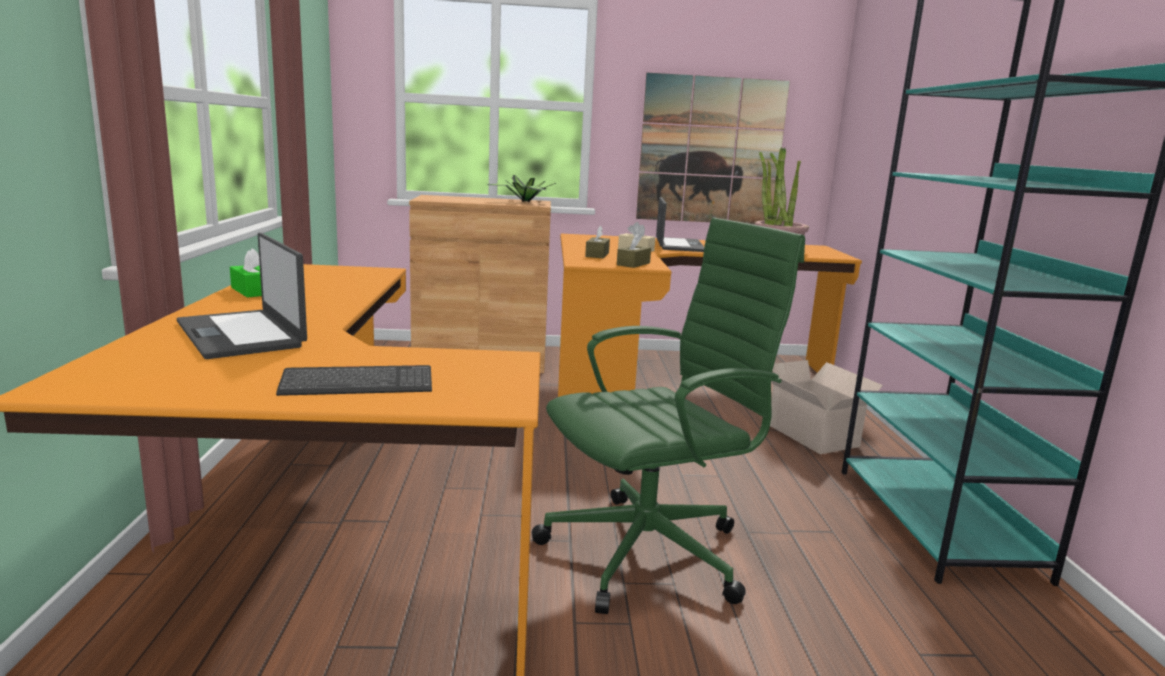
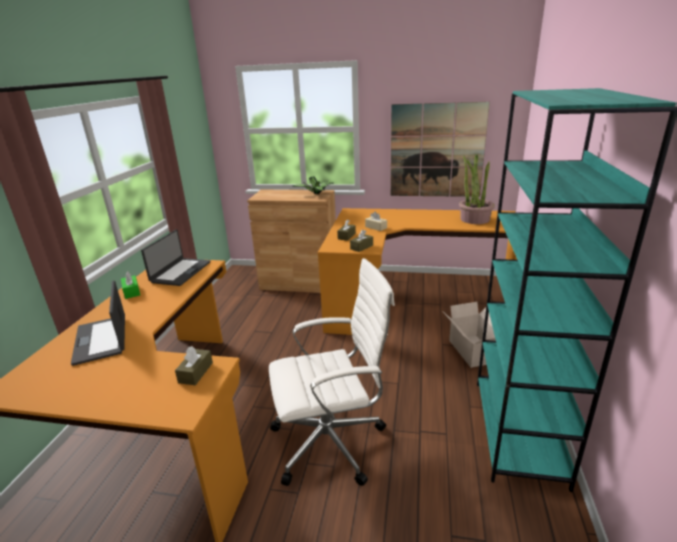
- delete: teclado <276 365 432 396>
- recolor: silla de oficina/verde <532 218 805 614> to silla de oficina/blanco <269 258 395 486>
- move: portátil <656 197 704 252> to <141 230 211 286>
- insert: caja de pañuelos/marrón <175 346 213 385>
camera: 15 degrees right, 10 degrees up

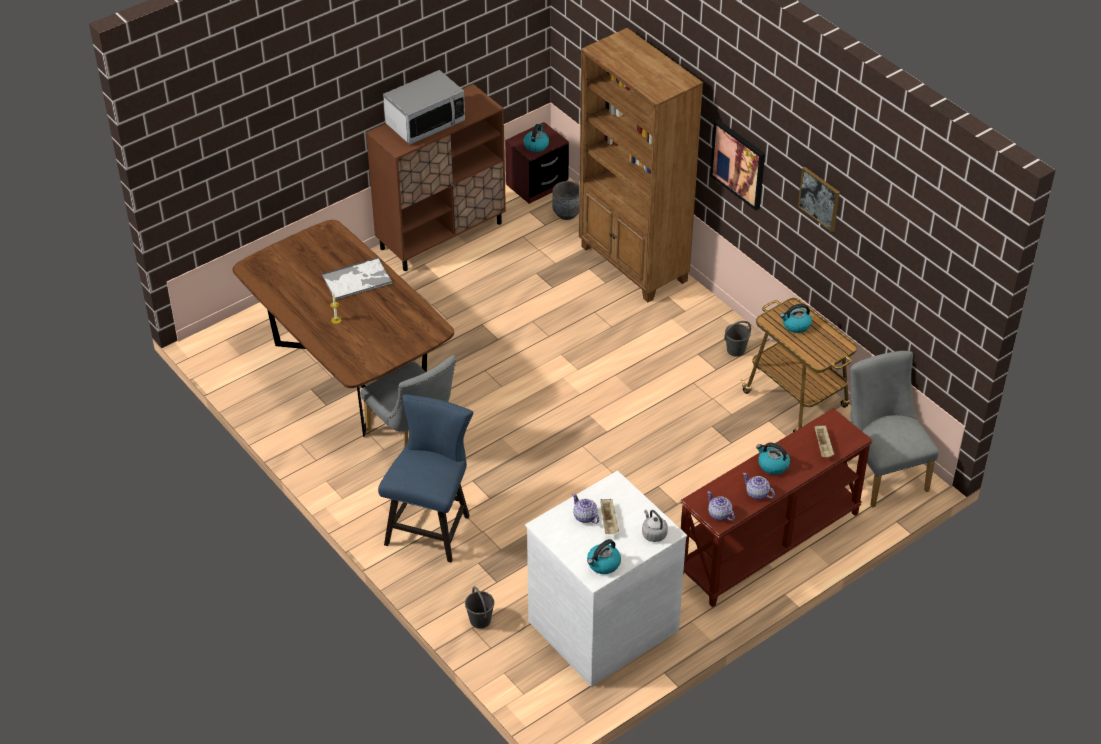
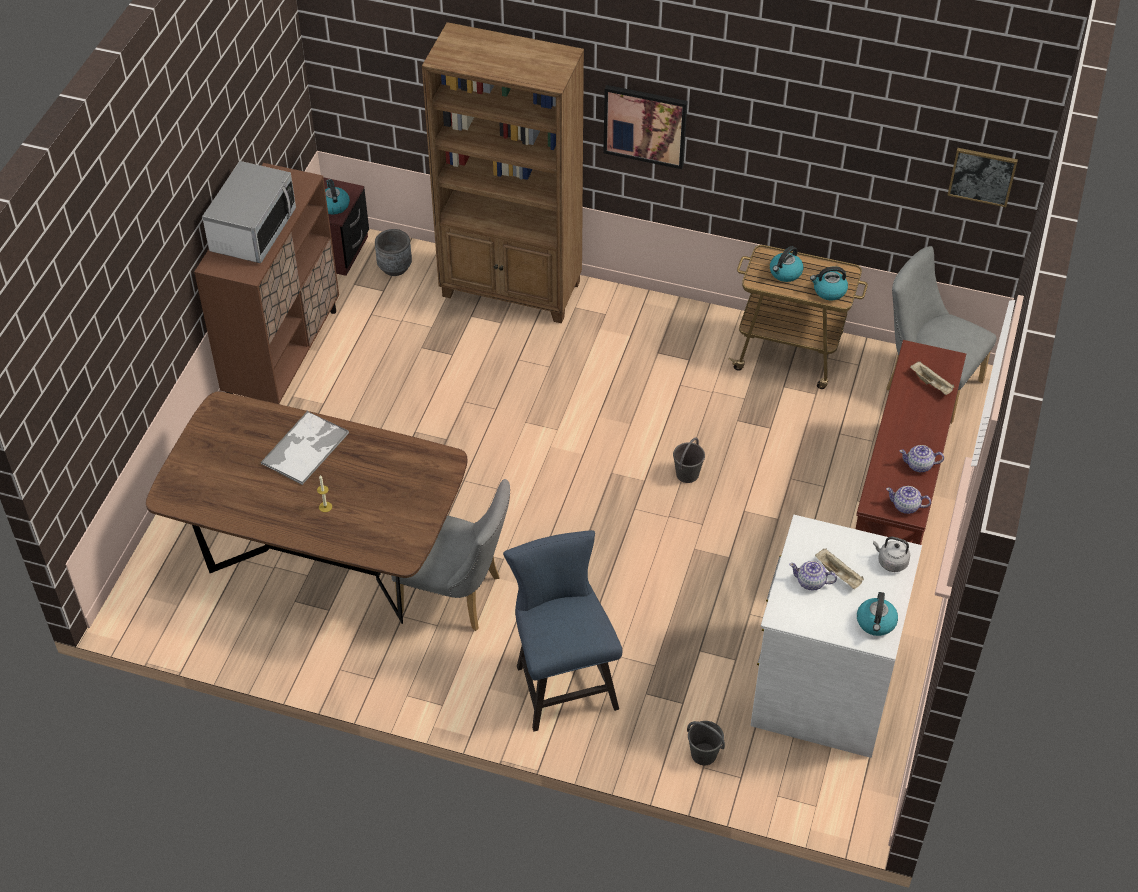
- move: cubo/gris <724 321 751 357> to <673 437 705 483>
- move: hervidor <756 443 790 475> to <810 266 848 301>
- move: cuadro <798 167 840 232> to <947 148 1018 207>
camera: 35 degrees left, 5 degrees up

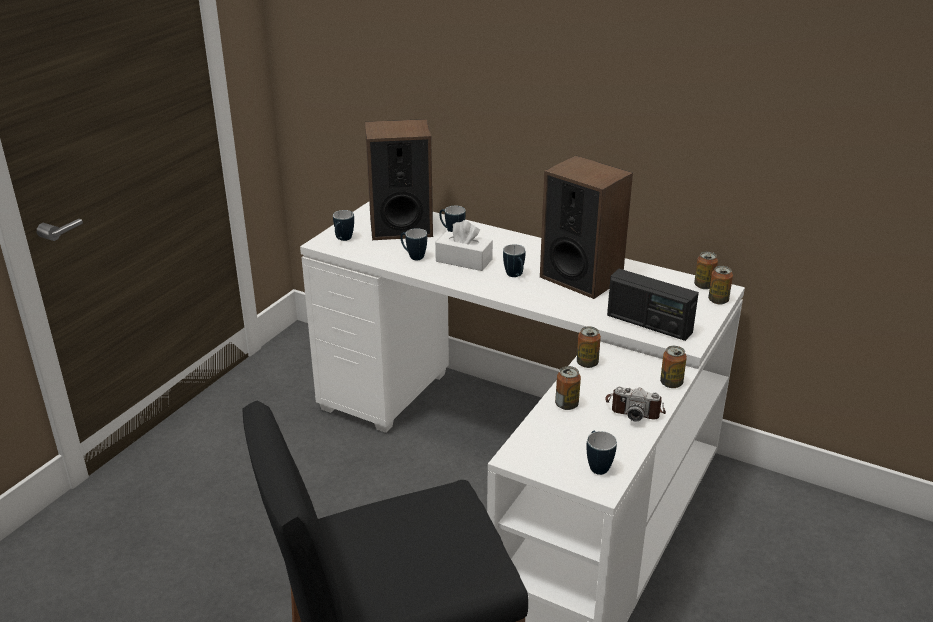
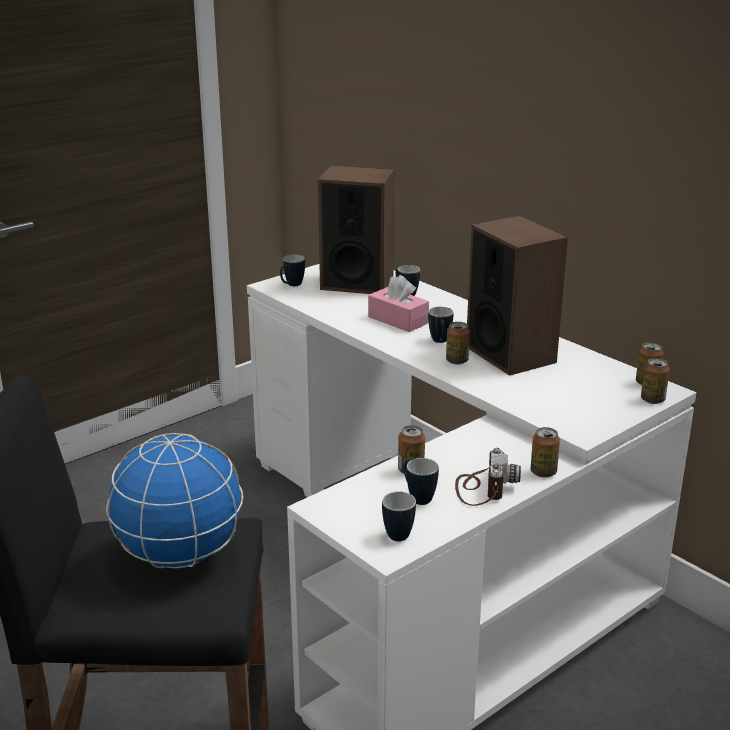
- move: taza grande <400 228 427 260> to <404 458 439 505>
- recolor: caja de pañuelos/blanco <435 220 493 271> to caja de pañuelos/rosa <368 275 429 332>
- move: lata <577 326 601 368> to <446 322 470 365>
- rotate: cámara <605 387 666 421> = <455 448 521 506> 120 degrees counterclockwise
- delete: radio <607 269 699 341>
- insert: globo terráqueo <106 433 243 568>
camera: 20 degrees right, 5 degrees down

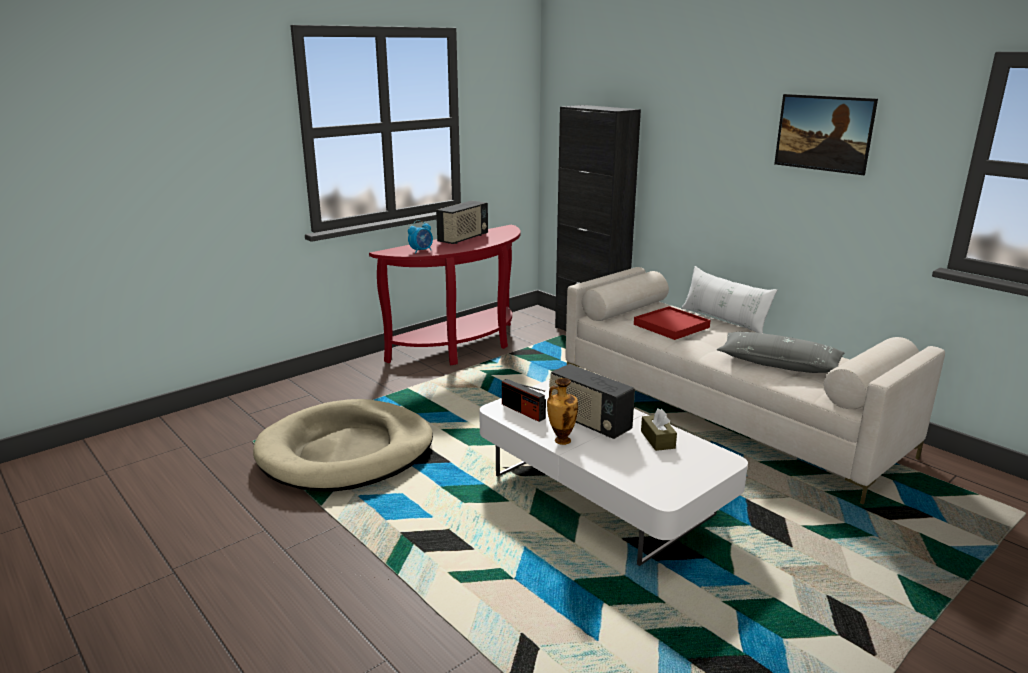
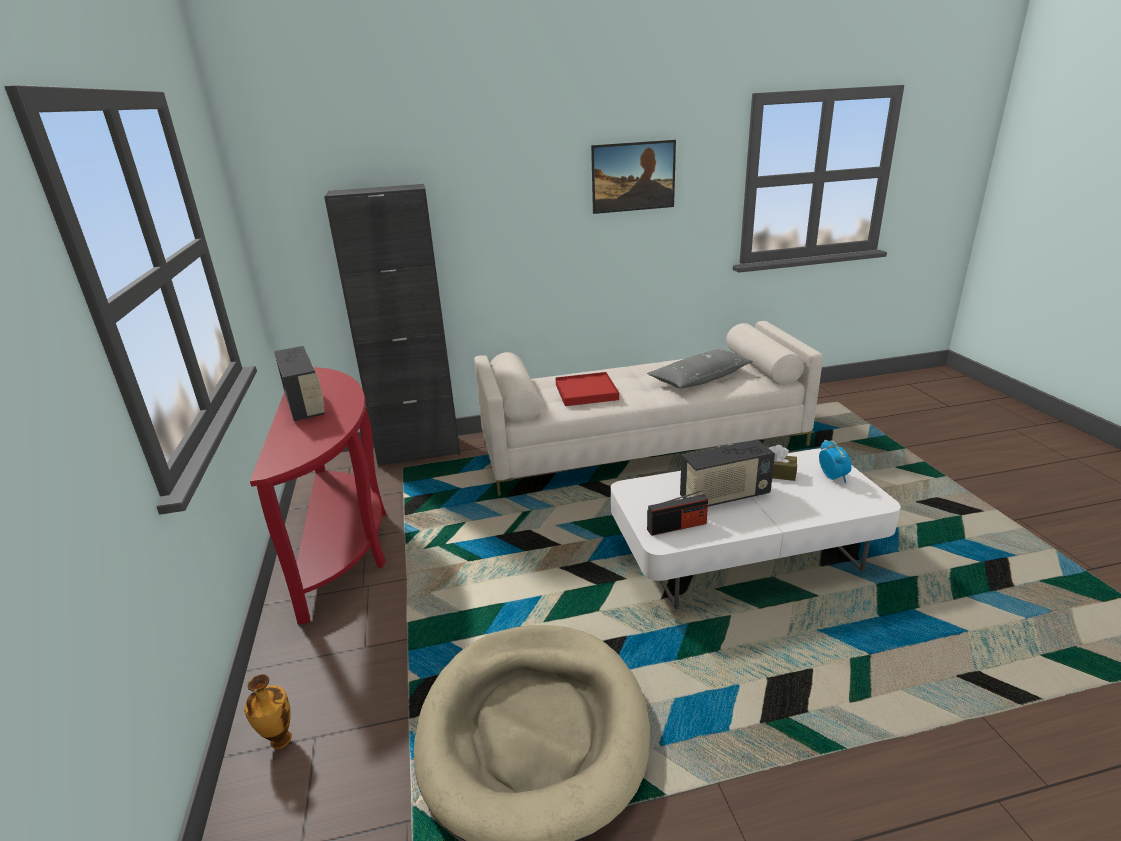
- move: despertador <408 220 433 254> to <819 440 851 483>
- move: florero <547 378 578 445> to <244 674 292 749>
- delete: cojín/blanco <681 266 777 333>
camera: 60 degrees left, 5 degrees up

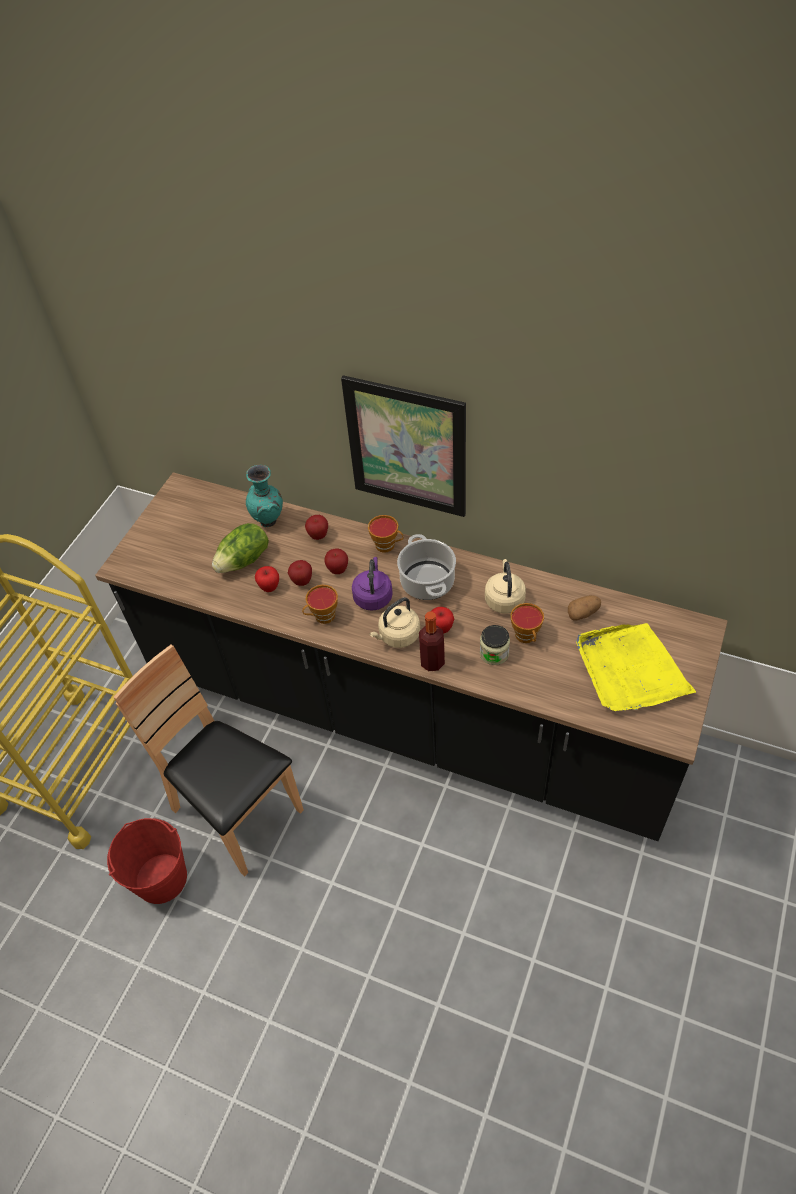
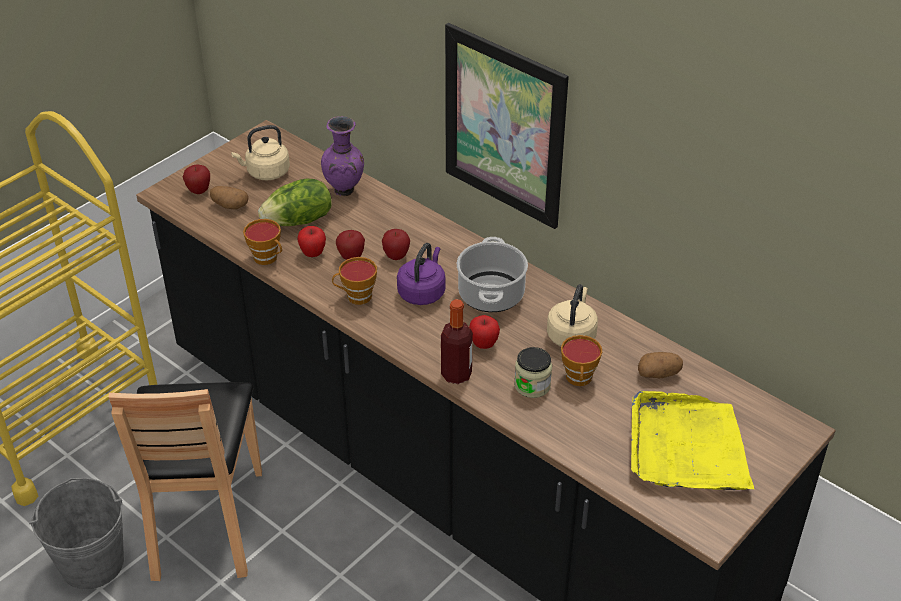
- recolor: cubo/rojo <107 818 187 904> to cubo/gris <29 478 124 589>
- rotate: silla/marrón <113 645 304 876> = <108 382 262 581> 150 degrees counterclockwise
- recolor: florero/turquesa <246 465 283 527> to florero/morado <321 116 364 196>
- move: manzana <305 515 328 540> to <183 165 210 194>
- move: taza <368 515 404 553> to <243 219 282 265>
- move: hervidor/beis <369 597 420 648> to <231 125 290 181>
- insert: patata <210 186 249 209>
camera: 15 degrees right, 10 degrees down

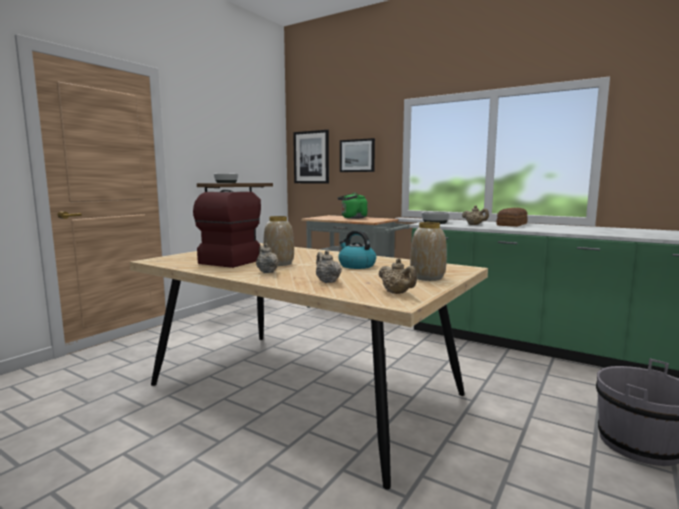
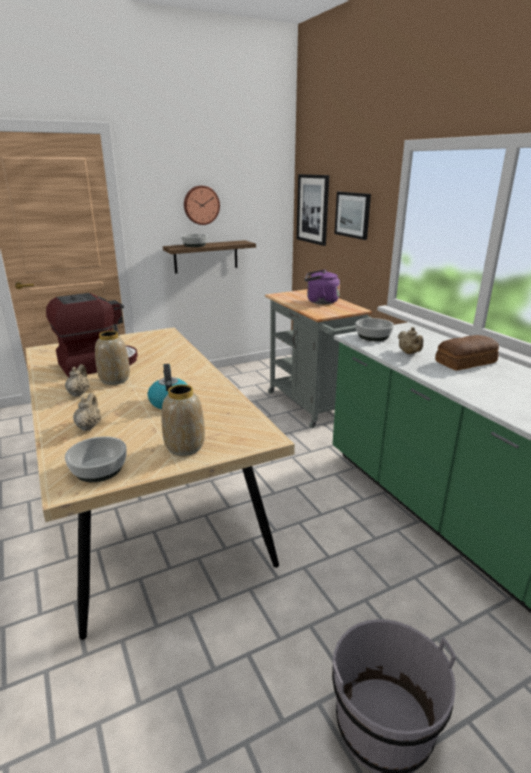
- recolor: hervidor/verde <338 193 367 219> to hervidor/morado <304 270 340 304>
- replace: tetera/beis <379 258 417 294> to cuenco <65 436 127 482>
- insert: reloj de pared <184 186 220 225>
camera: 30 degrees right, 15 degrees up

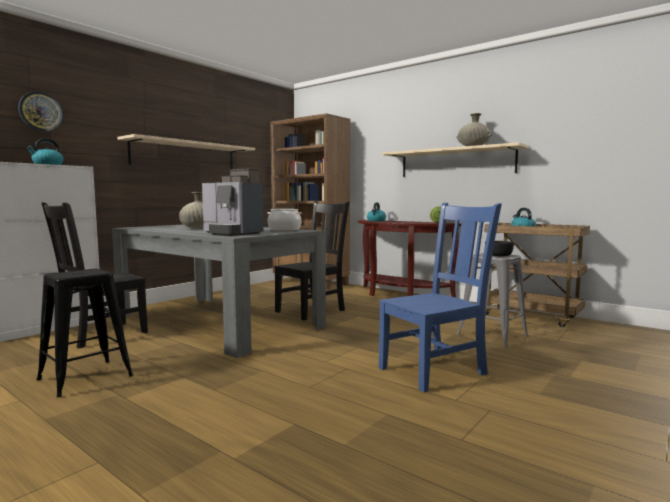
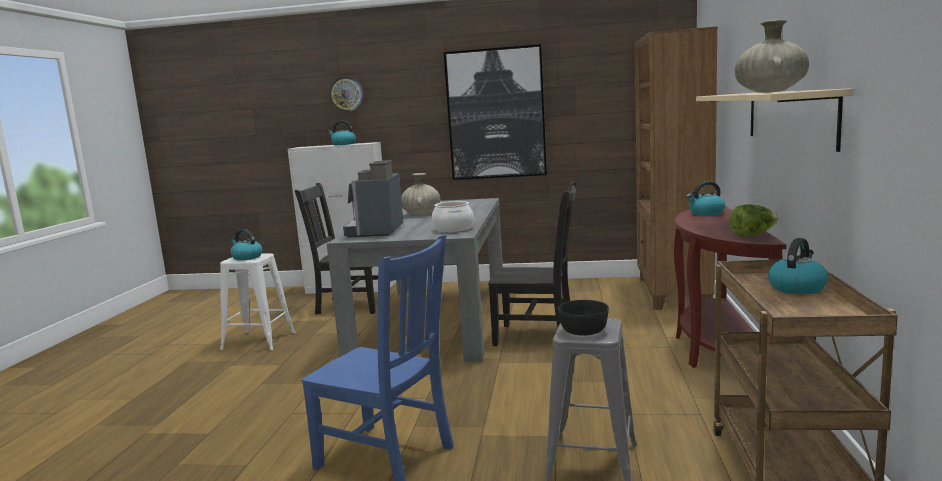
- recolor: taburete/negro <37 269 133 397> to taburete/blanco <220 253 295 350>
- replace: estante/beis <117 134 255 169> to cuadro <444 44 547 180>
- insert: hervidor <230 229 262 261>
camera: 60 degrees right, 5 degrees up

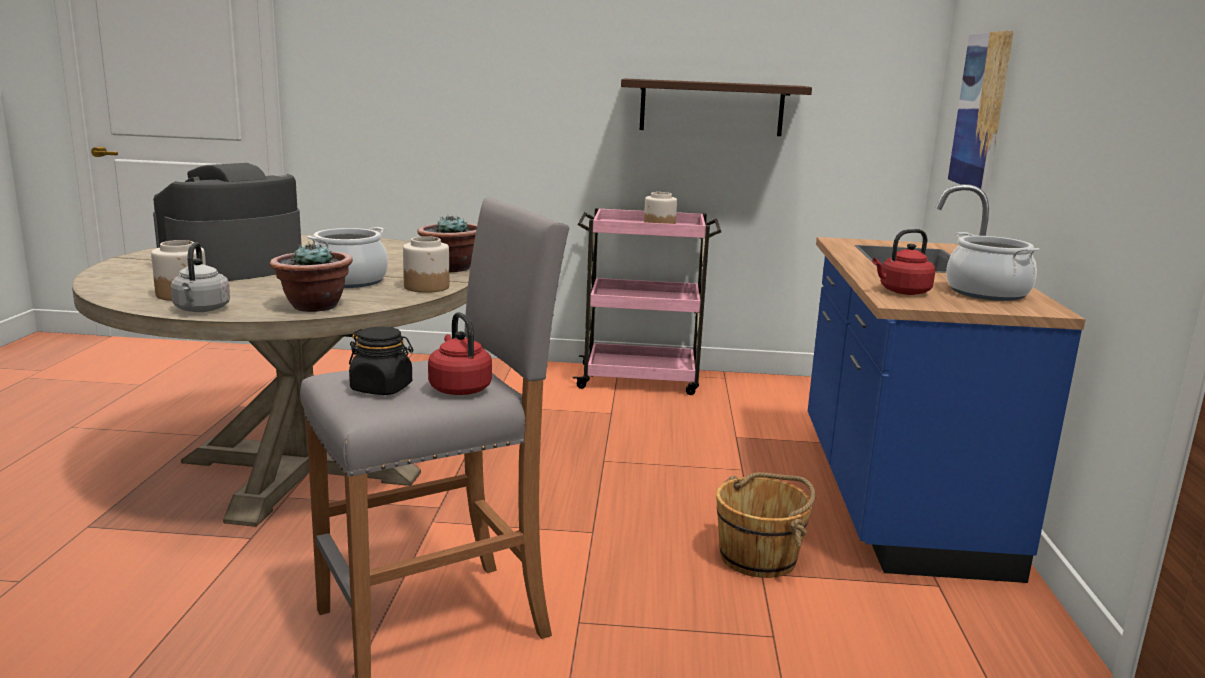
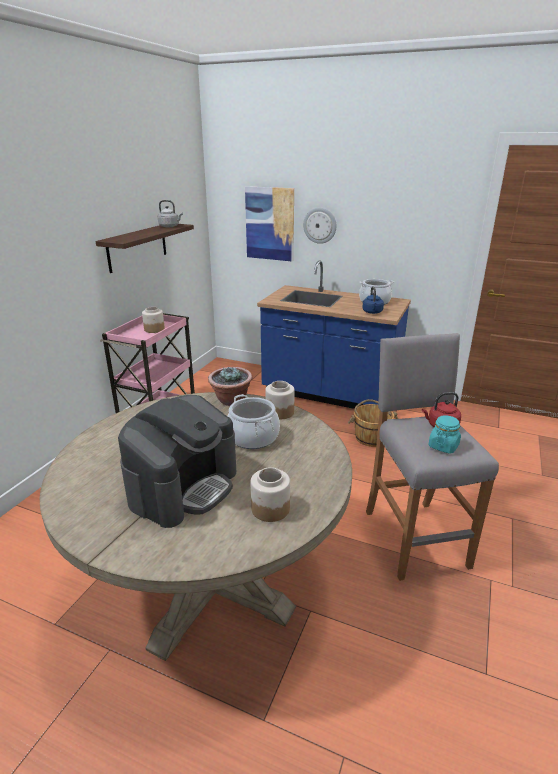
- rotate: cafetera <153 163 302 281> = <118 395 236 528> 120 degrees counterclockwise
- move: hervidor/gris <171 242 230 312> to <158 200 183 227>
- delete: planta en maceta <270 242 353 312>
- recolor: tarro/negro <349 327 413 395> to tarro/turquesa <428 415 461 454>
- recolor: hervidor/rojo <872 229 936 295> to hervidor/azul <362 286 384 314>
- insert: reloj de pared <303 207 336 244>
camera: 70 degrees left, 10 degrees up

